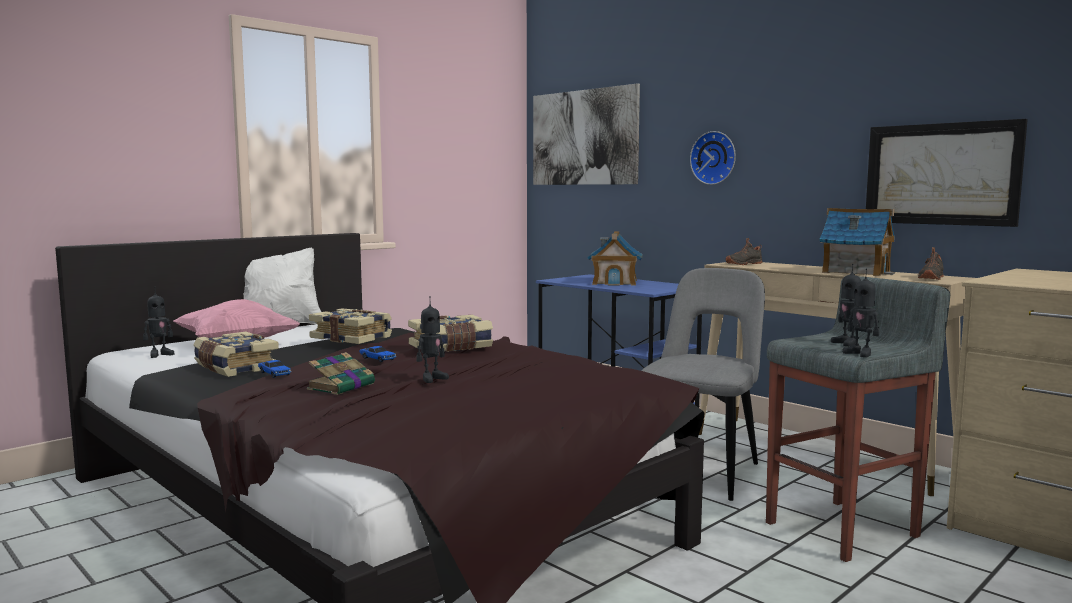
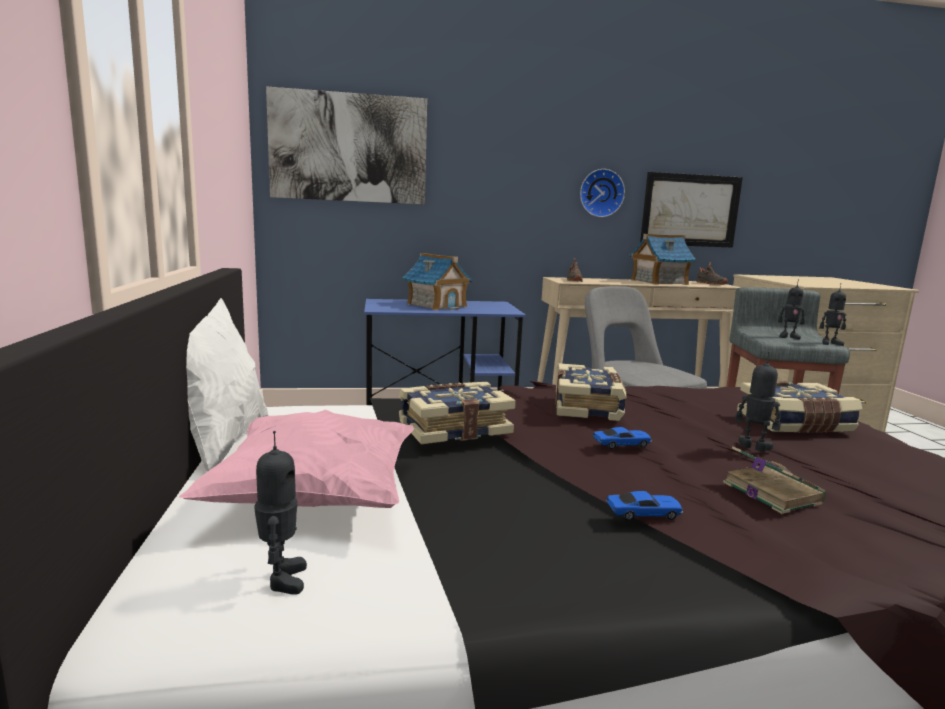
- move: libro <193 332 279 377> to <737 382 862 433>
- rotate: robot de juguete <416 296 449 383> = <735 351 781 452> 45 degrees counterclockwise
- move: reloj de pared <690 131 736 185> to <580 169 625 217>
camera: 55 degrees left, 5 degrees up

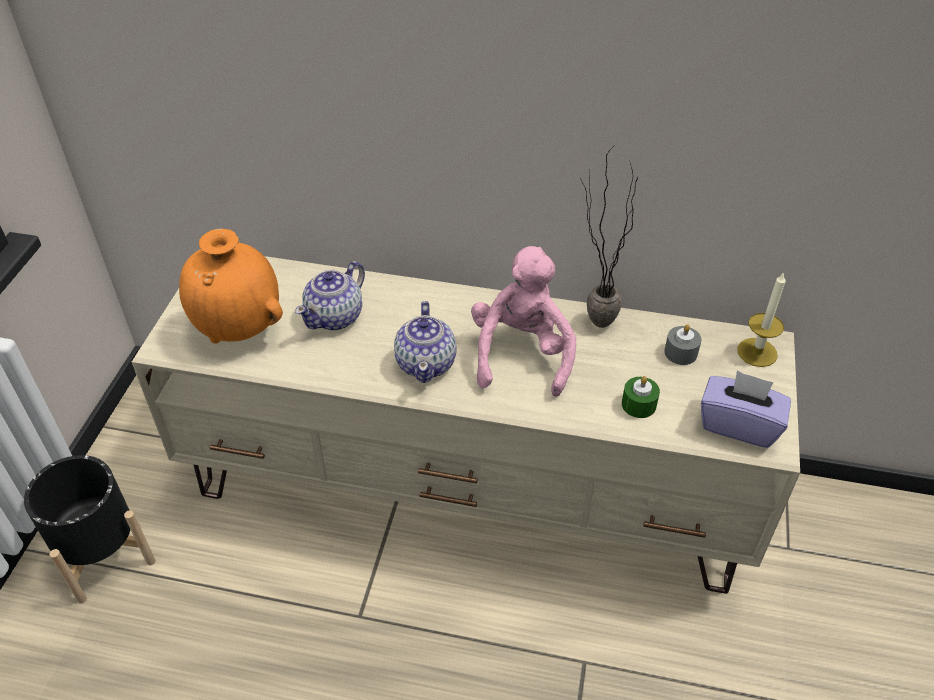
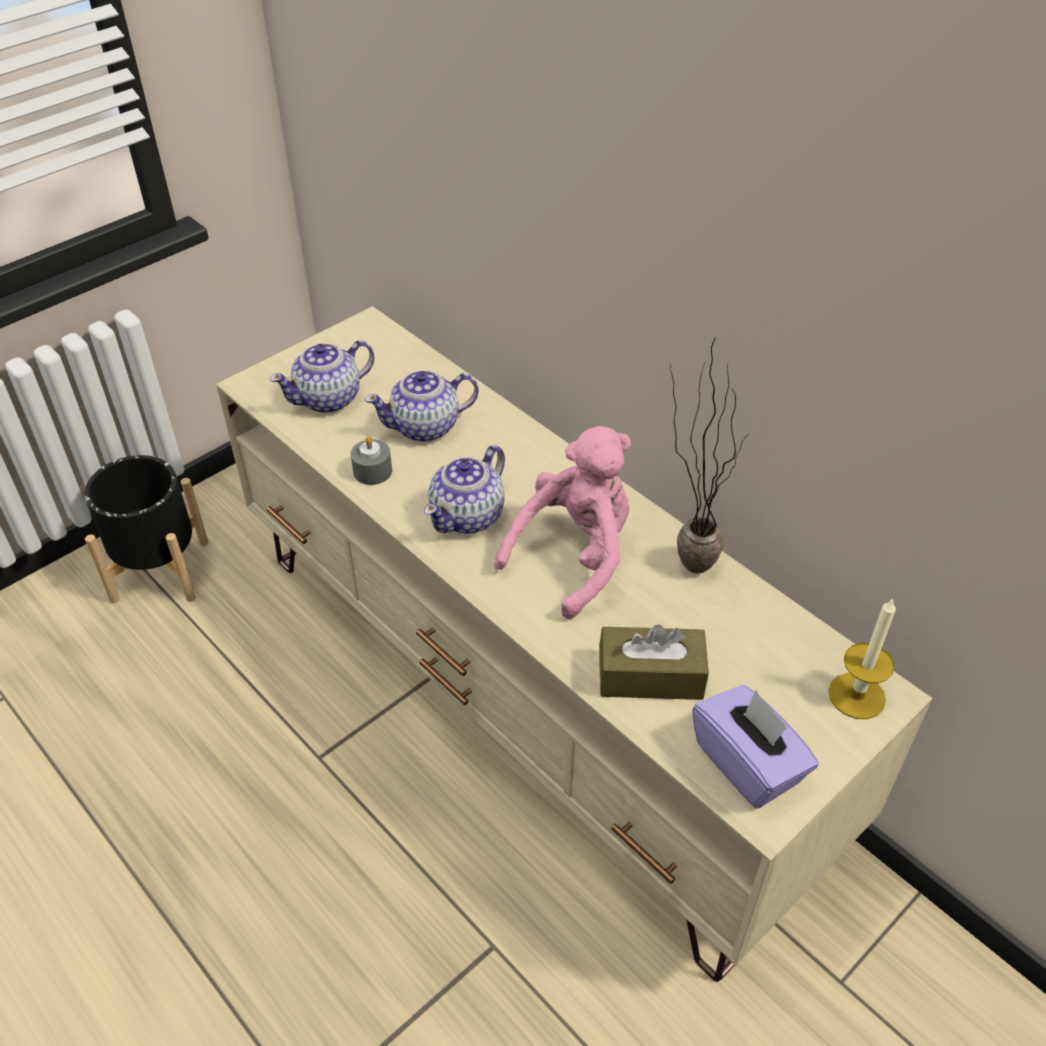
- replace: florero/naranja <179 229 283 344> to tetera <270 340 374 413>
- replace: vela/verde <622 376 660 418> to caja de pañuelos/marrón <599 624 709 700>
- move: vela/gris <664 324 702 365> to <351 436 392 485>
camera: 35 degrees right, 0 degrees up

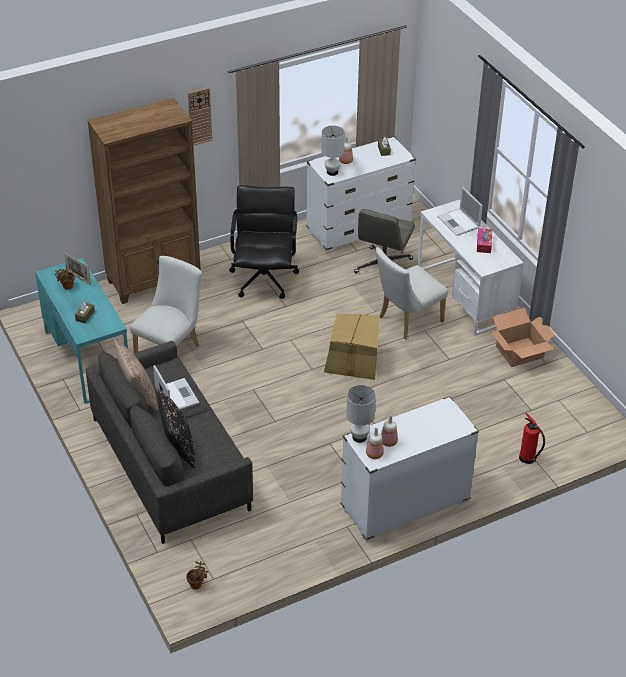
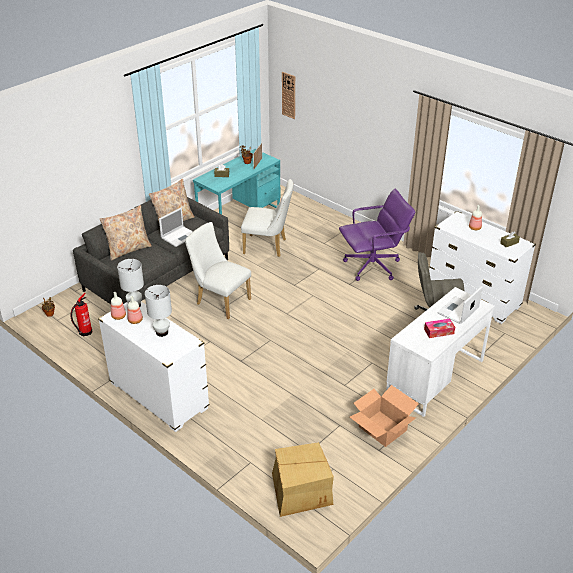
- delete: estantería/marrón <87 98 201 304>
- recolor: cojín/negro <158 389 195 468> to cojín/beis <100 205 152 261>
- move: reloj de pared <188 87 212 146> to <282 72 295 119>
- recolor: silla de oficina/negro <229 185 299 299> to silla de oficina/morado <339 189 415 281>
- move: lámpara de mesa/blanco <322 126 345 176> to <145 285 172 337>
- move: caja de cartón <324 313 380 380> to <272 442 334 517>
- move: silla/blanco <375 247 448 339> to <185 222 251 319>
- move: extintor <519 413 545 464> to <70 293 92 336>
camera: 70 degrees right, 5 degrees down

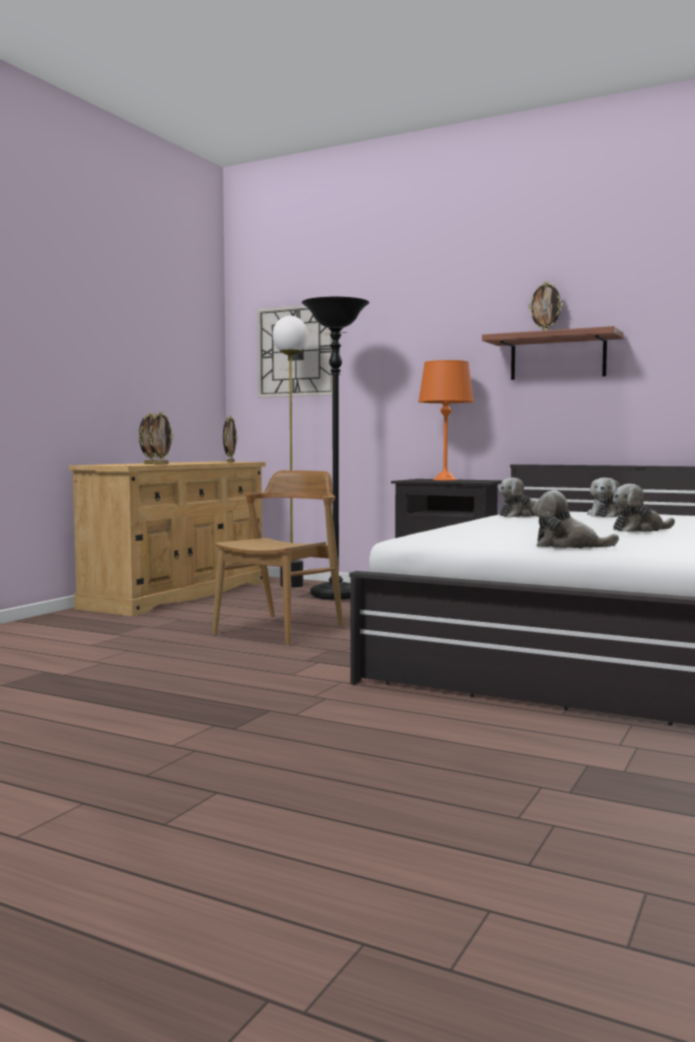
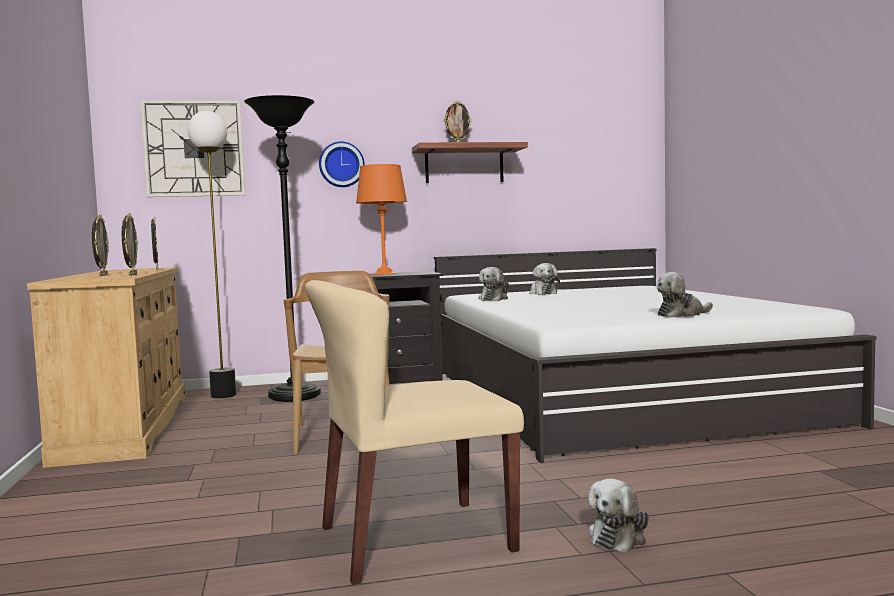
- move: peluche <613 484 675 532> to <588 478 649 553>
- insert: silla/beis <305 280 524 585>
- insert: reloj de pared <319 141 365 187>
camera: 40 degrees left, 0 degrees up

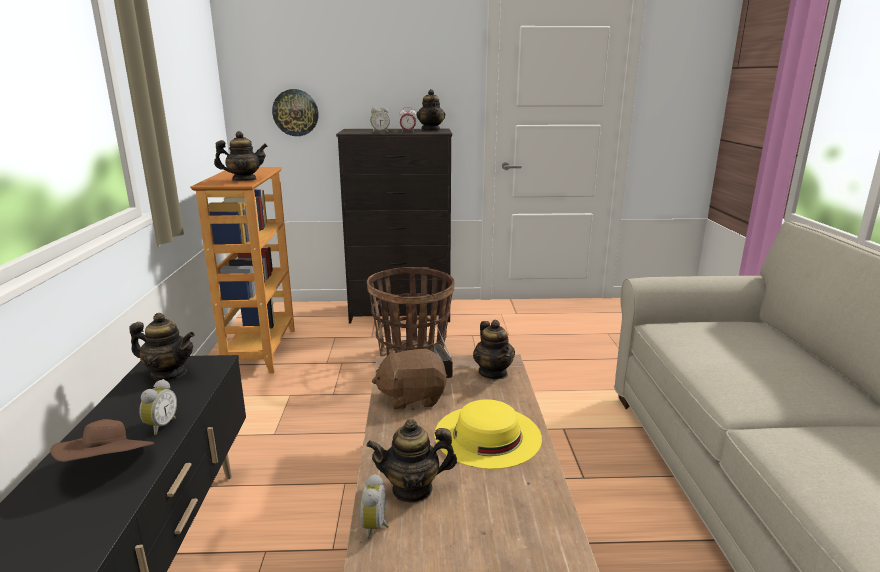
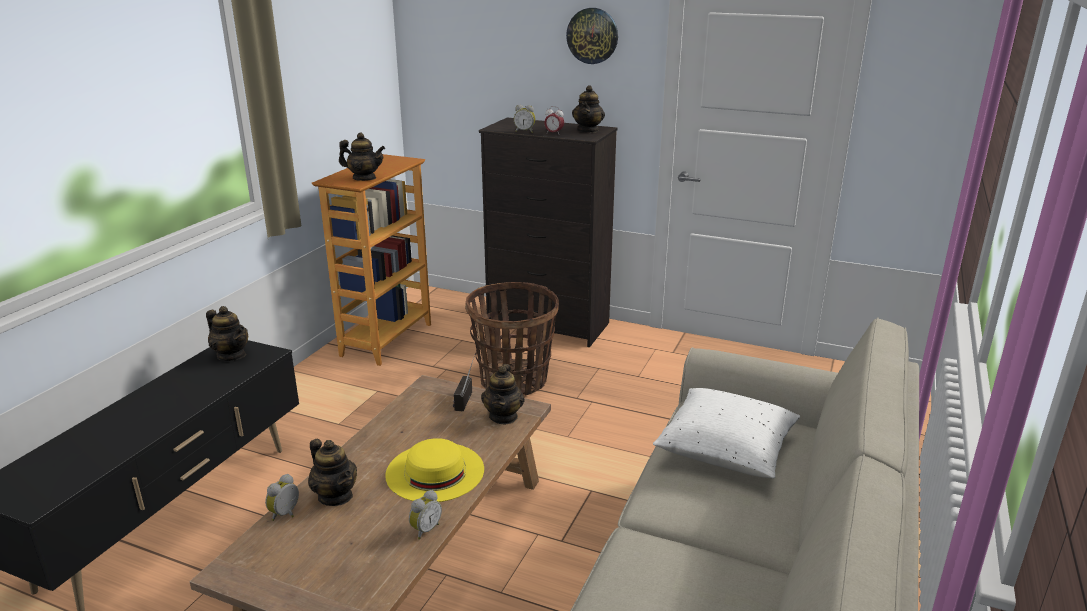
- delete: sombrero/marrón <50 419 154 462>
- move: despertador <139 379 177 435> to <409 490 442 539>
- move: reloj de pared <272 89 319 136> to <566 8 618 64>
- rotate: tetera <366 419 457 503> = <308 439 357 506> 150 degrees counterclockwise
- delete: peluche/marrón <372 349 447 410>
- insert: cojín/blanco <653 388 800 479>
camera: 25 degrees right, 5 degrees up

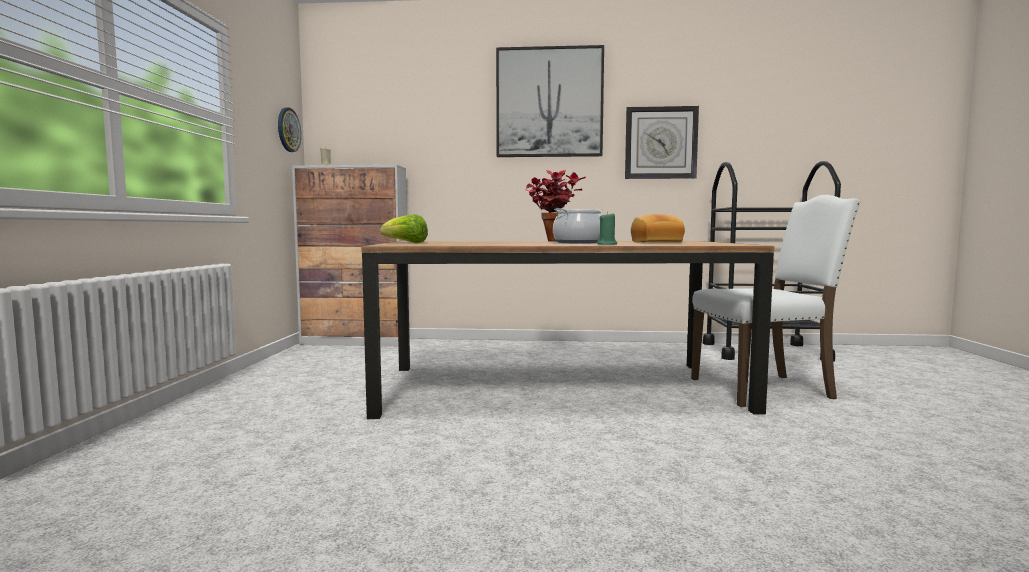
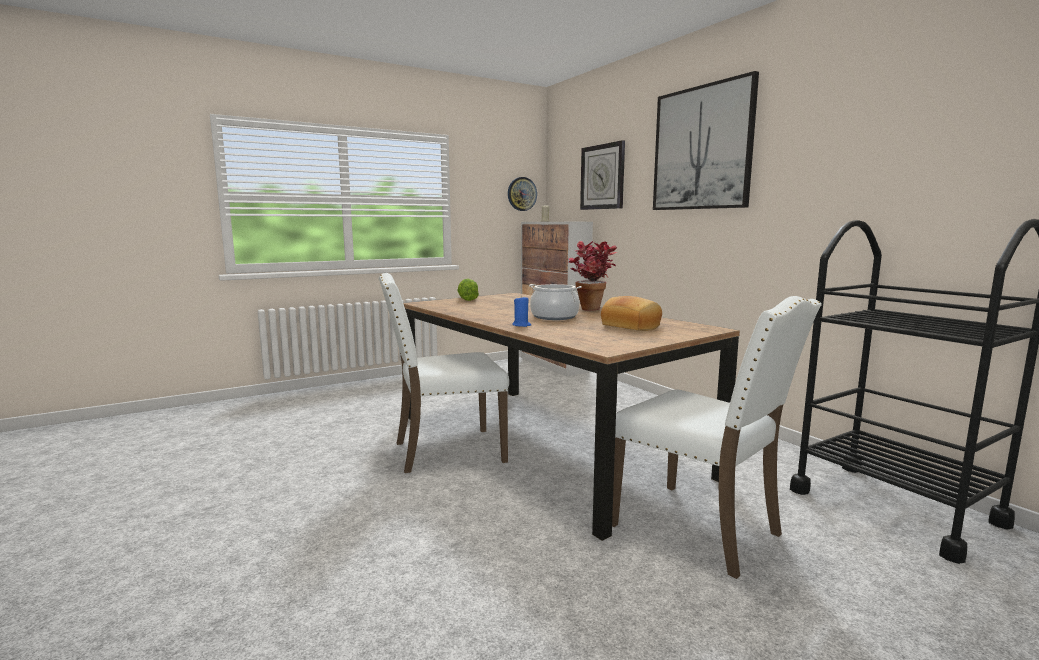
- recolor: vela/verde <597 212 617 245> to vela/azul <512 295 531 327>
- move: reloj de pared <625 106 699 179> to <580 140 625 210>
- insert: silla/blanco <378 273 509 473>
camera: 55 degrees right, 5 degrees up

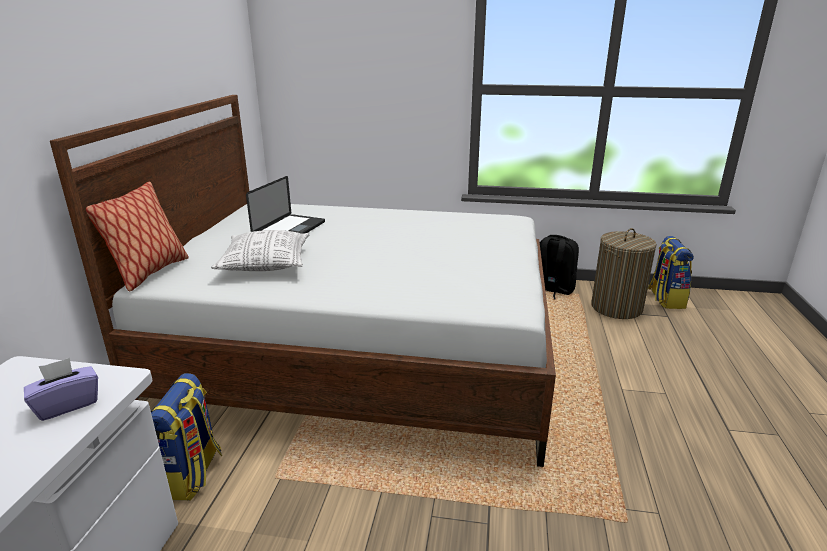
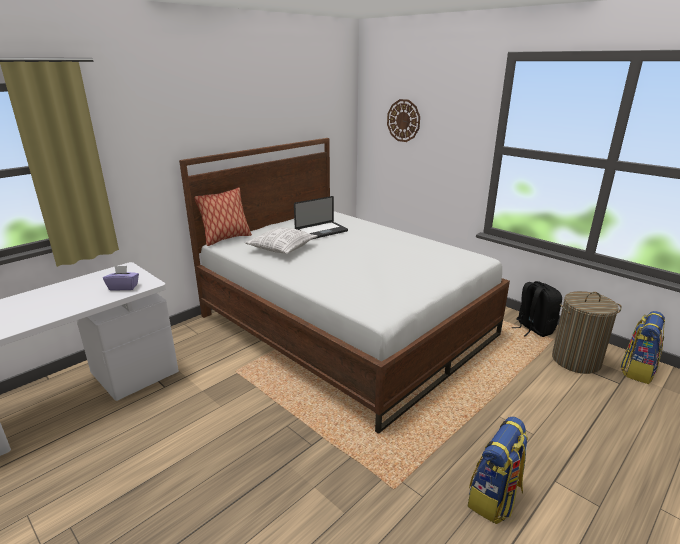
- move: mochila <151 373 222 501> to <468 417 528 524>
- insert: reloj de pared <387 99 420 142>
camera: 35 degrees right, 0 degrees up

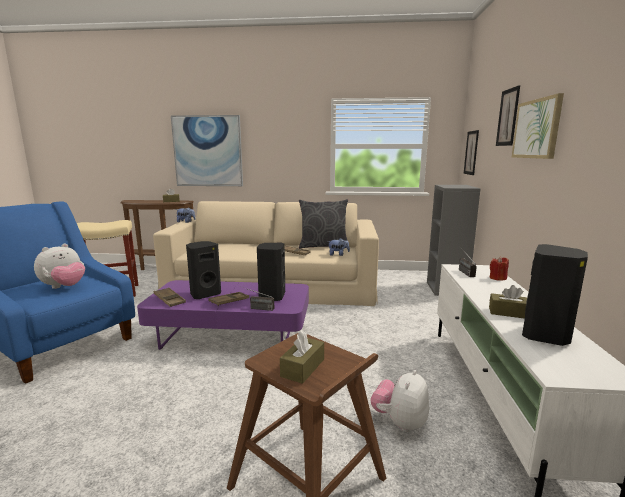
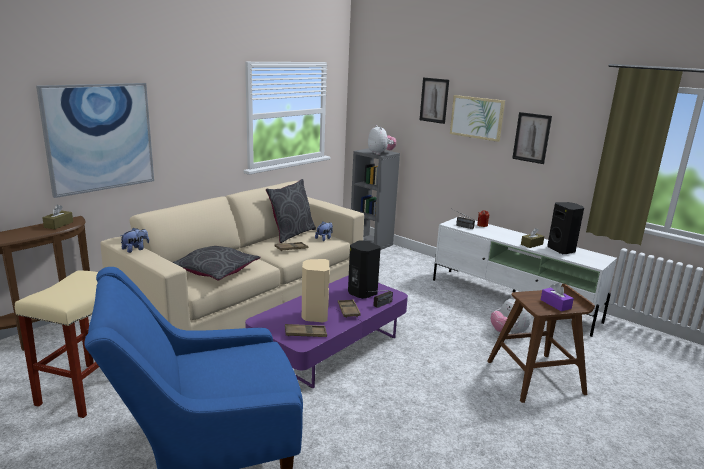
- move: peluche <34 244 85 289> to <368 125 396 155>
- recolor: altavoz/negro <186 241 221 299> to altavoz/beis <302 259 330 323>
- recolor: caja de pañuelos/marrón <280 330 324 384> to caja de pañuelos/morado <541 283 574 311>
- move: cuadro <464 130 479 175> to <512 112 552 164>
- insert: cojín/gris <173 246 260 281>
camera: 55 degrees left, 5 degrees up

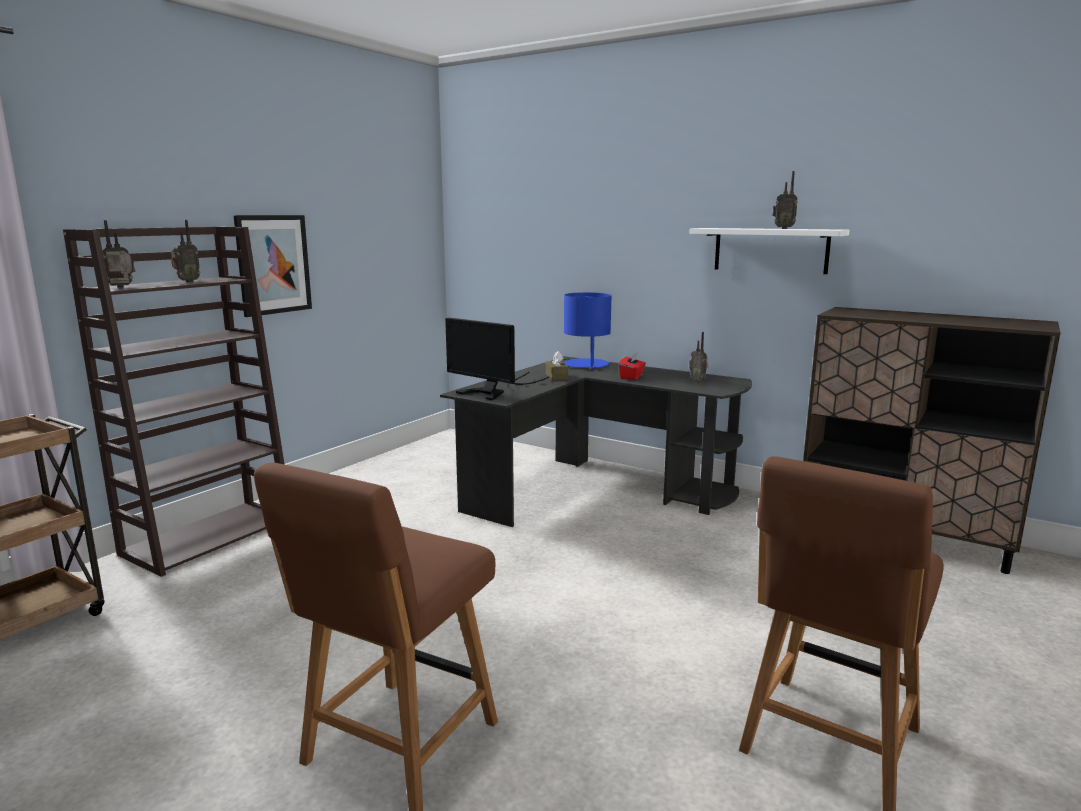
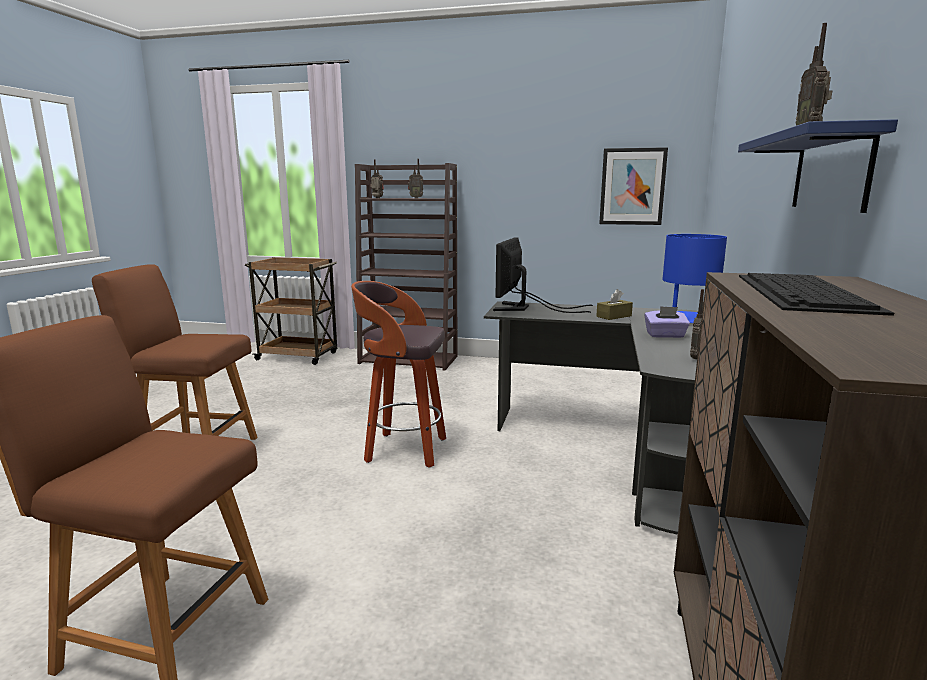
- move: cuadro <234 215 312 317> to <599 147 668 225>
- recolor: caja de pañuelos/rojo <618 353 646 380> to caja de pañuelos/morado <644 306 690 338>
- recolor: estante/blanco <689 228 849 274> to estante/azul <738 119 898 213>
- insert: taburete <351 281 446 468>
- insert: teclado <739 273 894 316>
camera: 70 degrees right, 0 degrees up

